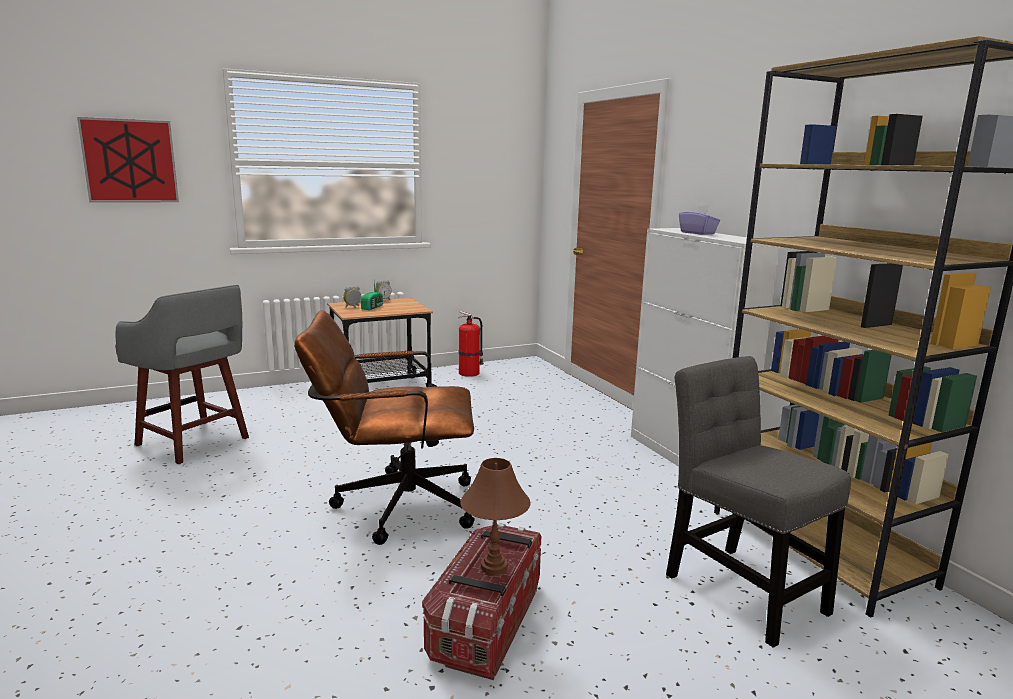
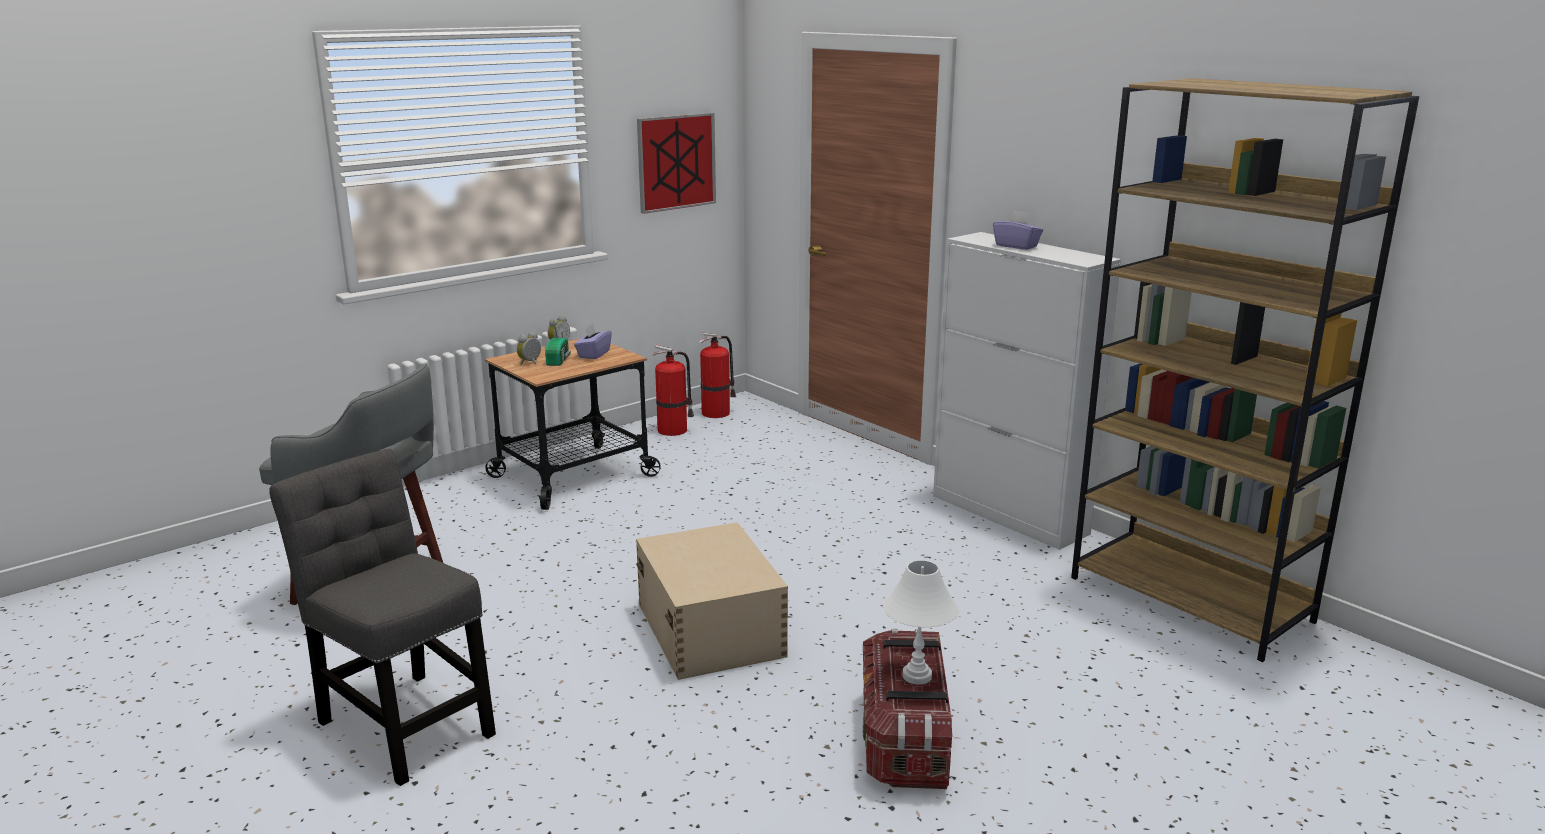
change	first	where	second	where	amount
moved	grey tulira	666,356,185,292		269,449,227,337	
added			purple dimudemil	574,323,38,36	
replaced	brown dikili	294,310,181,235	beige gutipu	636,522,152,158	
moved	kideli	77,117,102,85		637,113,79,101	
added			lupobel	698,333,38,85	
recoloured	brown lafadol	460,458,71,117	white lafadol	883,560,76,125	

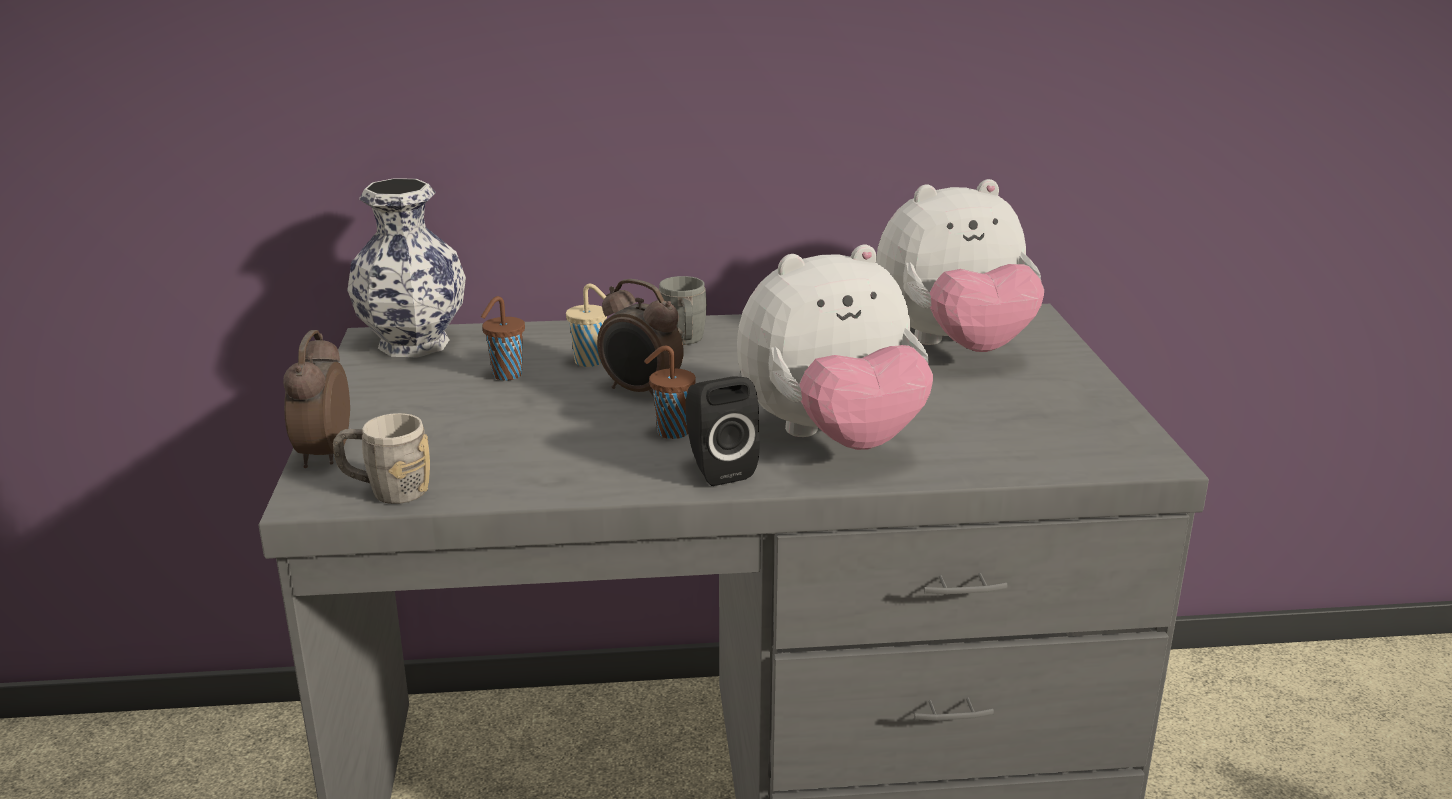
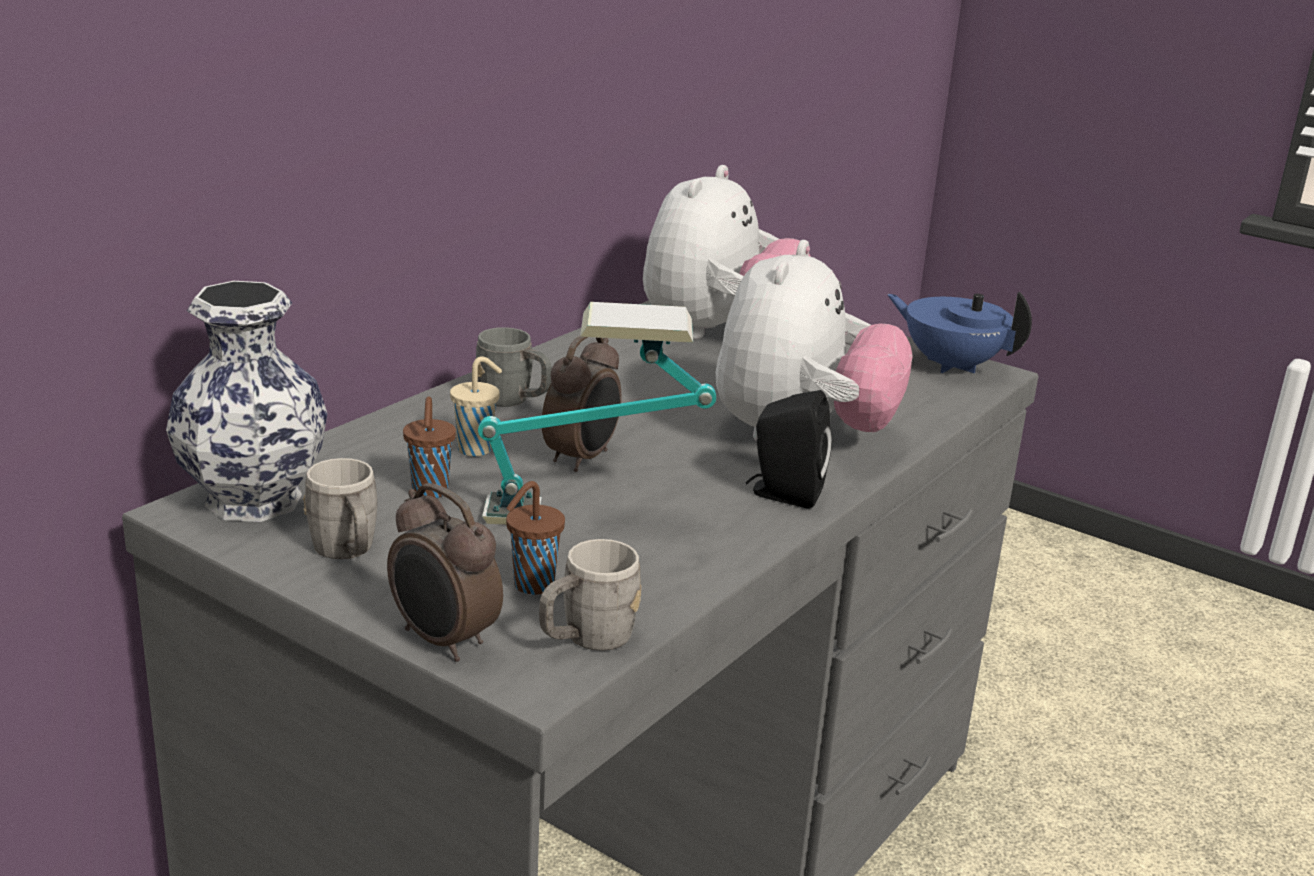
change	first	where	second	where	amount
added			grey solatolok	303,458,74,101	
added			lafadol	478,302,238,223	
moved	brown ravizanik	644,346,52,93		506,481,59,114	
turned	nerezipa	597,279,87,118		542,335,80,137	45 degrees counterclockwise
added			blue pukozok	887,292,145,81	

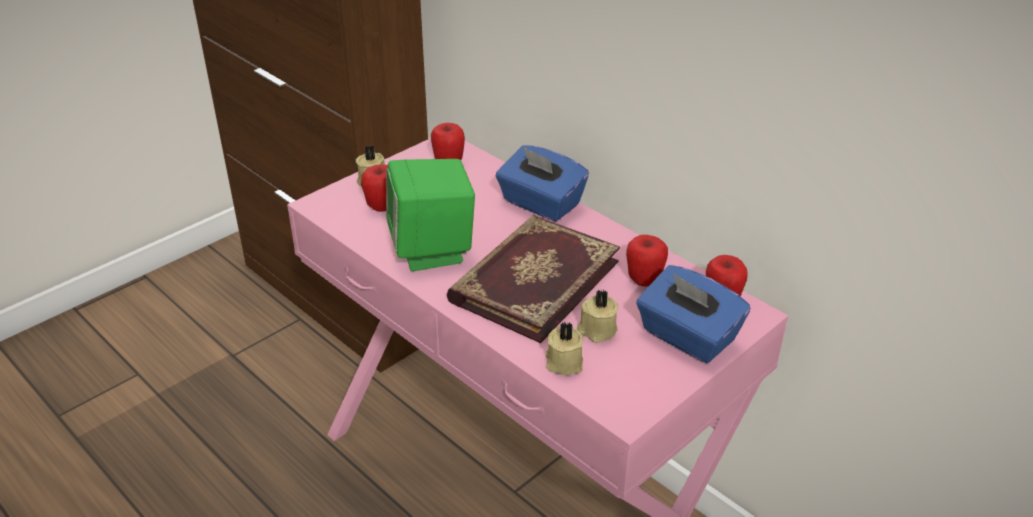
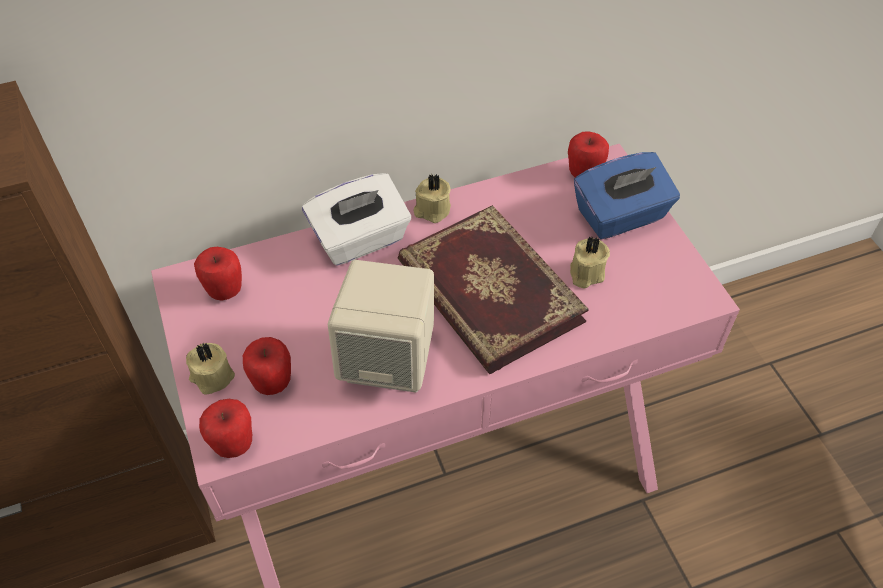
change	first	where	second	where	amount
moved	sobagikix	626,235,42,52		199,399,53,59	
recoloured	blue dimudemil	496,145,93,77	white dimudemil	302,173,109,93	
recoloured	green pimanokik	386,159,89,112	beige pimanokik	328,260,106,132	
moved	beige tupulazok	545,321,38,54		413,174,38,49	

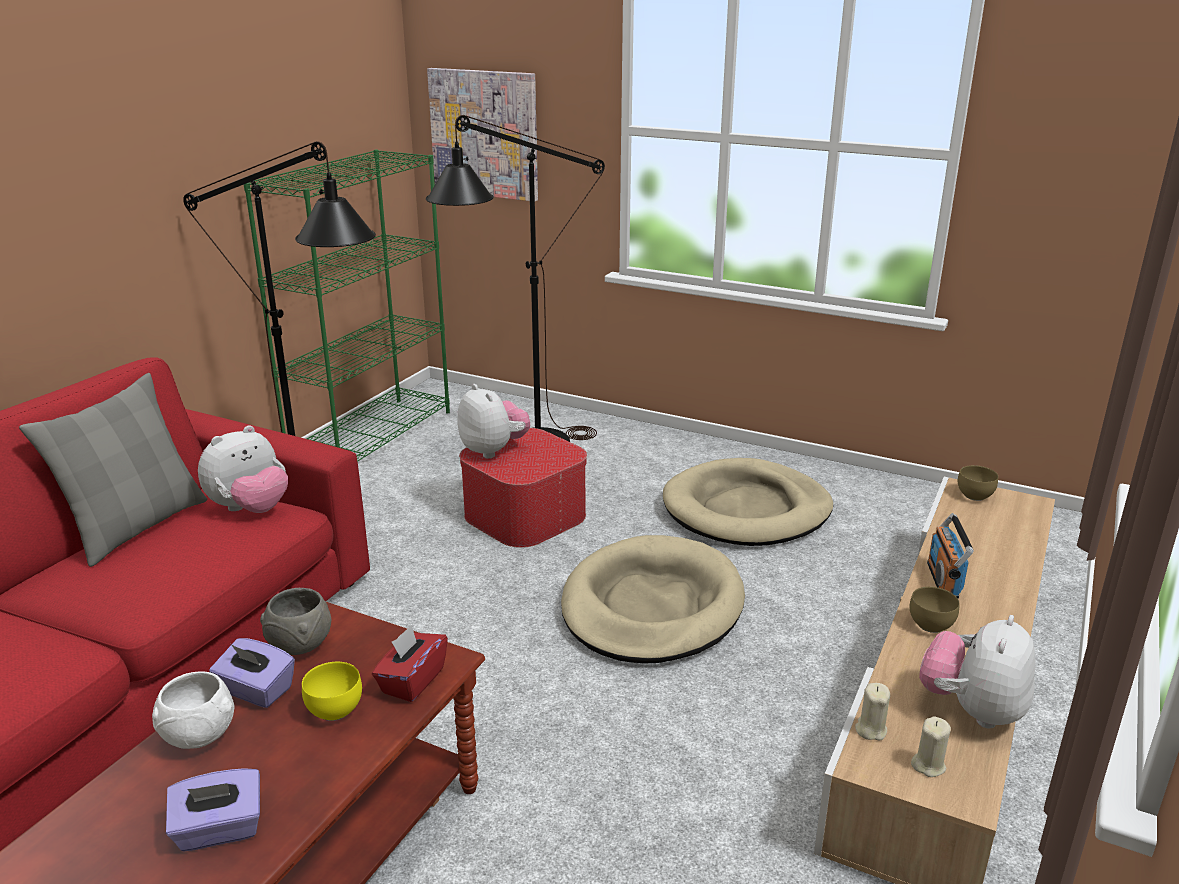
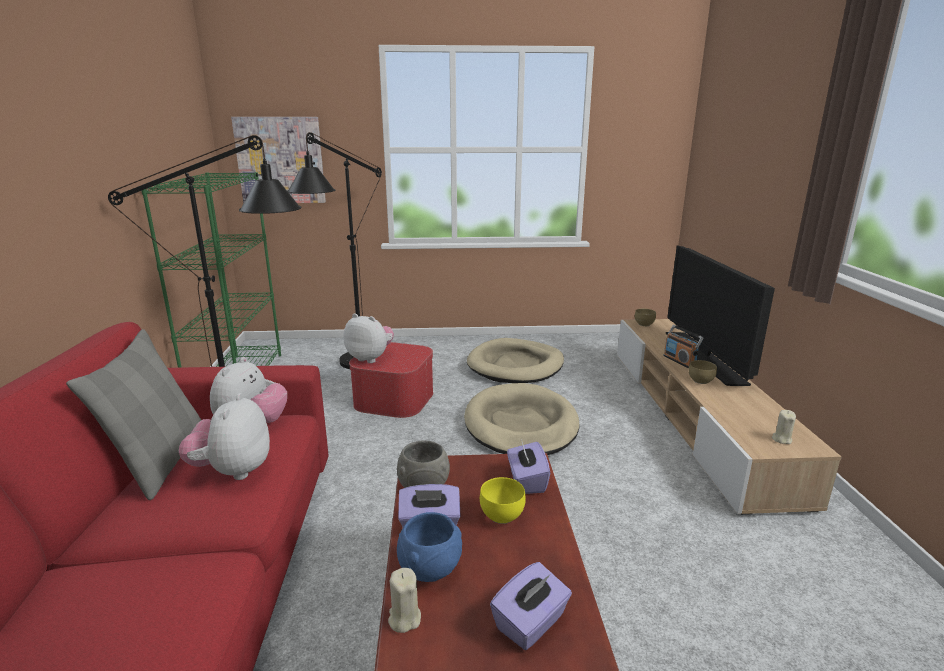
change	first	where	second	where	amount
moved	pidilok	919,615,117,113		179,393,91,87	
moved	beige tupulazok	855,683,35,57		388,568,33,65	
recoloured	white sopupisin	152,671,83,78	blue sopupisin	397,512,65,70	
recoloured	red dimudemil	372,625,76,77	purple dimudemil	507,439,43,55	
added			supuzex	666,245,109,141	

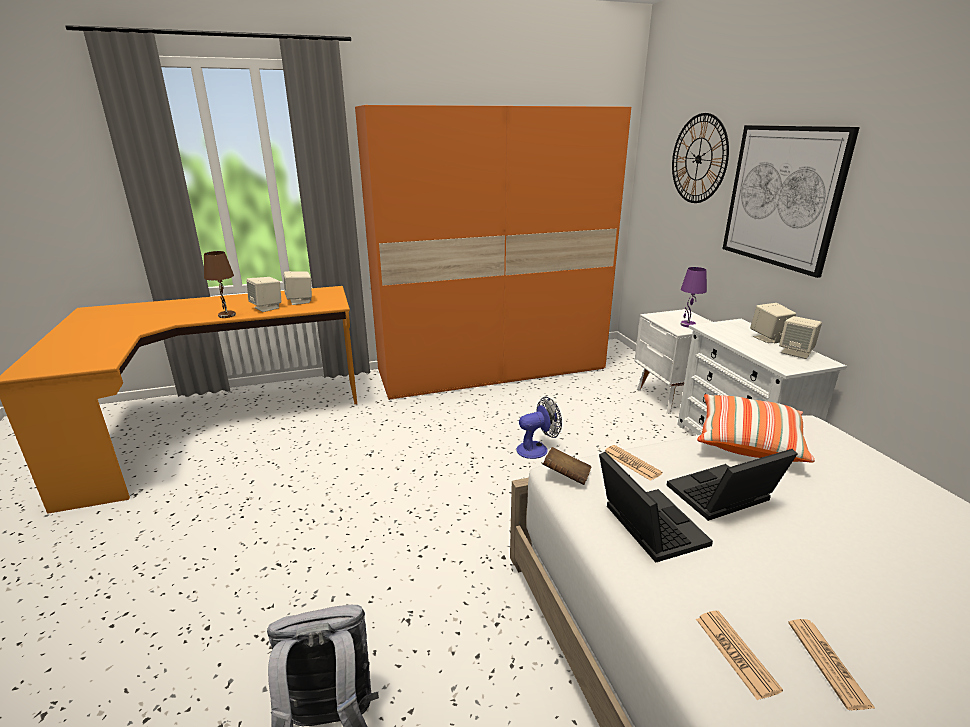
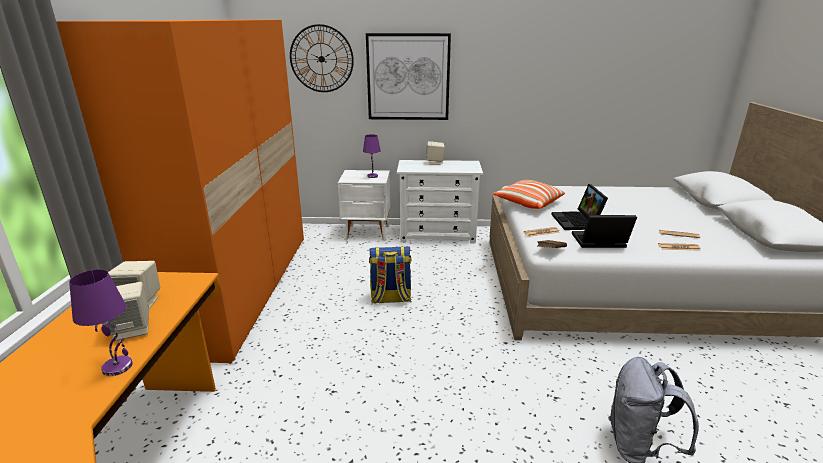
change	first	where	second	where	amount
recoloured	brown lafadol	204,251,32,67	purple lafadol	69,269,64,107	
replaced	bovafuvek	516,397,46,62	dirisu	369,246,43,58	
removed	beige pimanokik	779,316,43,43			

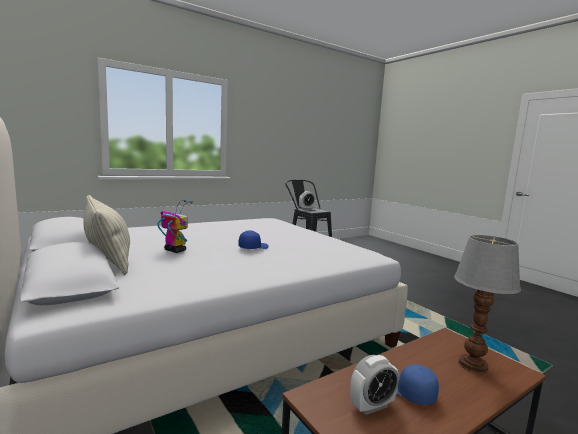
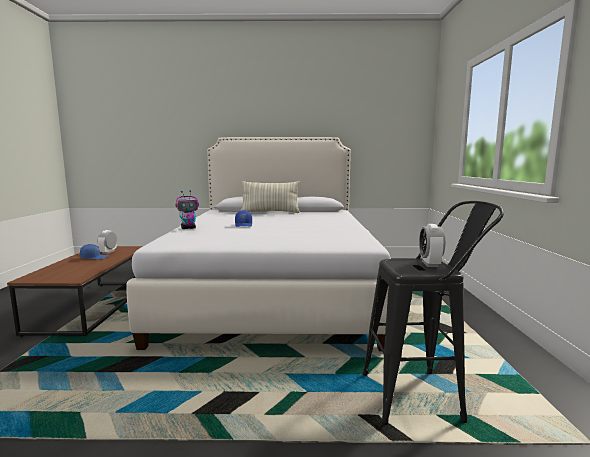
change	first	where	second	where	amount
moved	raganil	158,200,35,53		175,190,24,39	
removed	lafadol	454,235,67,139			

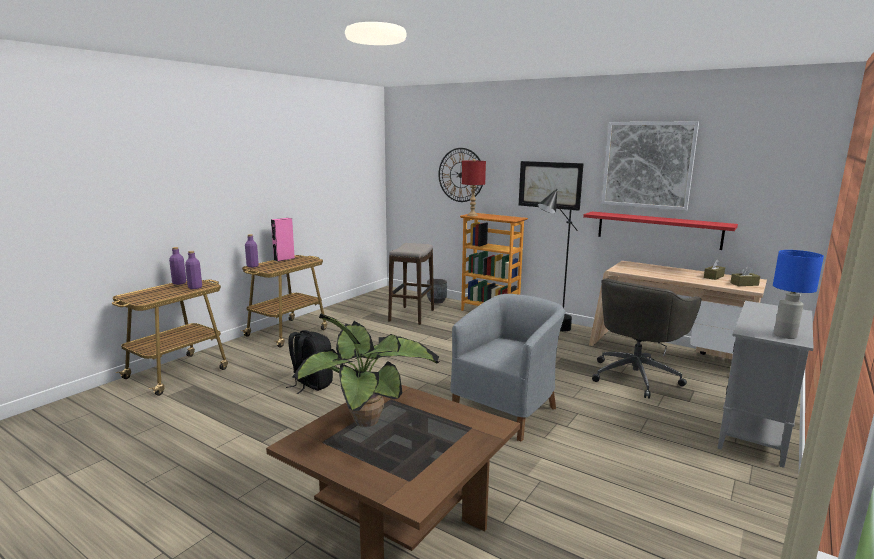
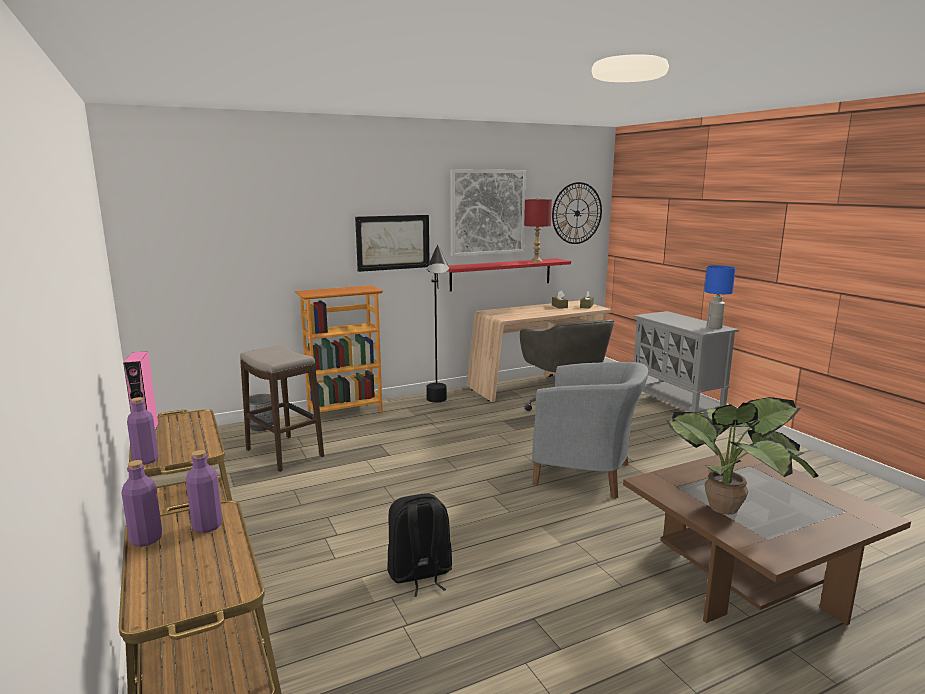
change	first	where	second	where	amount
moved	red lafadol	462,159,24,57		524,197,28,65	
turned	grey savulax	450,294,115,147		532,362,116,137	135 degrees clockwise
moved	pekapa	438,148,45,54		552,182,50,62	

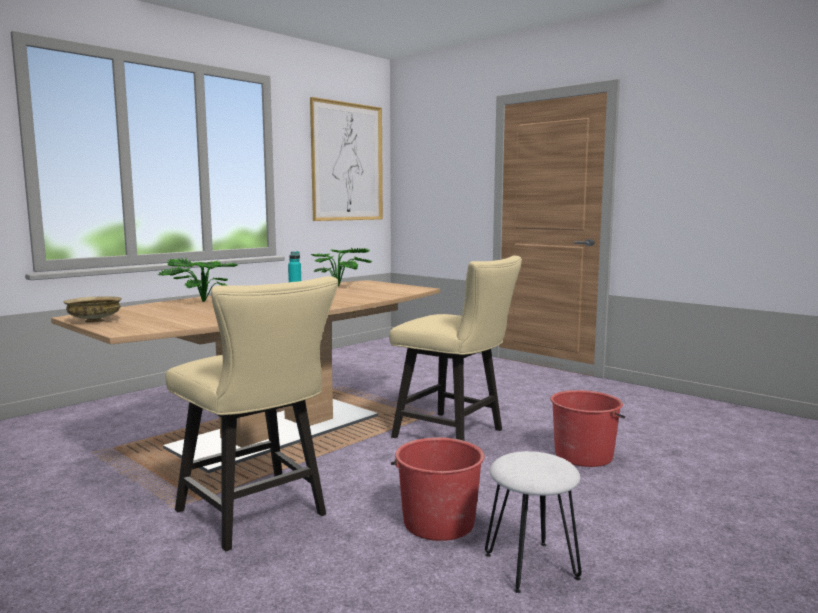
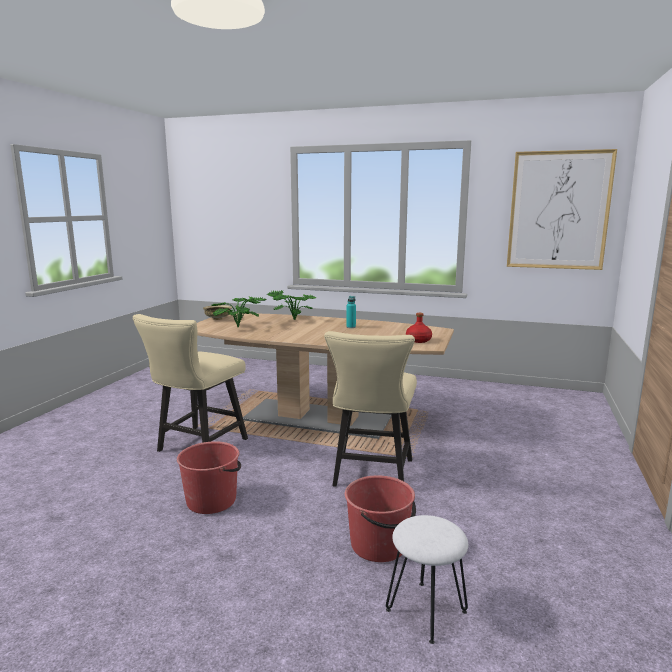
change	first	where	second	where	amount
moved	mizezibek	312,248,60,38		212,297,55,31	
moved	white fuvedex	485,451,97,142		386,515,82,129	
added			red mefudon	406,313,26,30	

